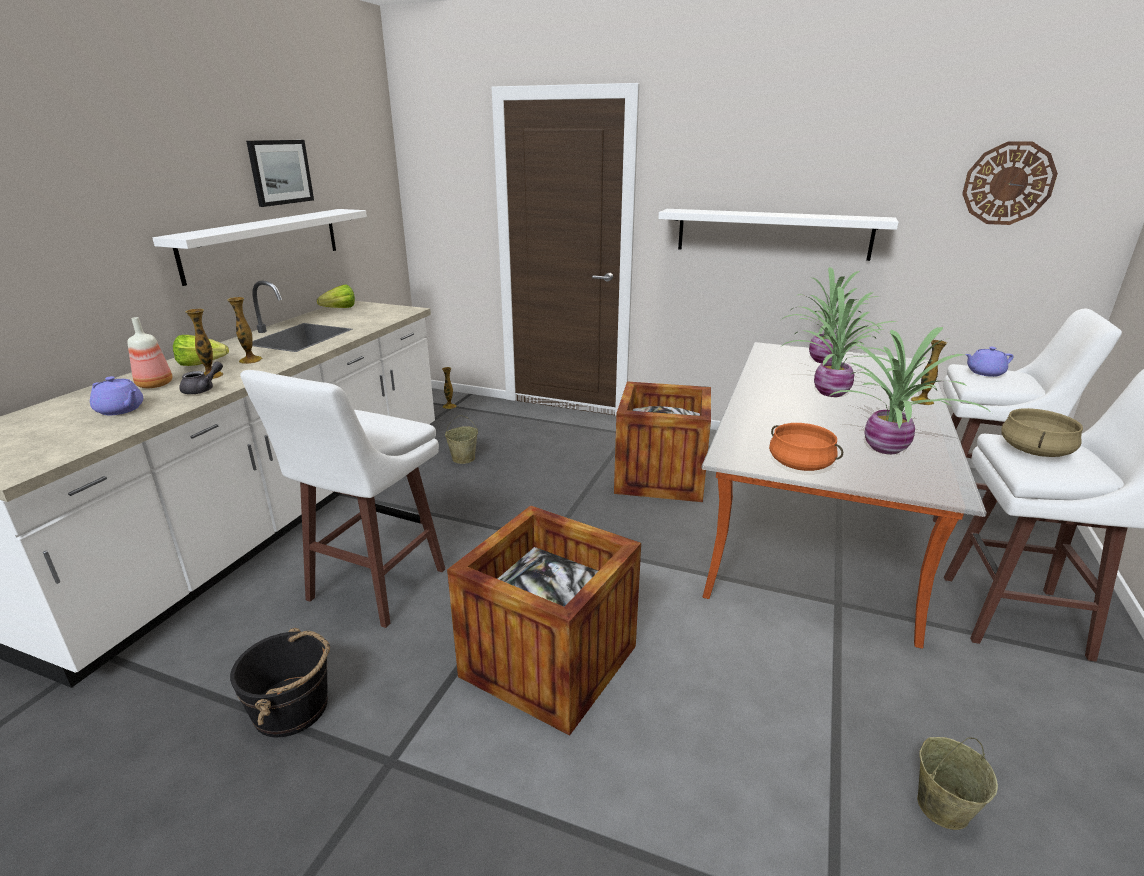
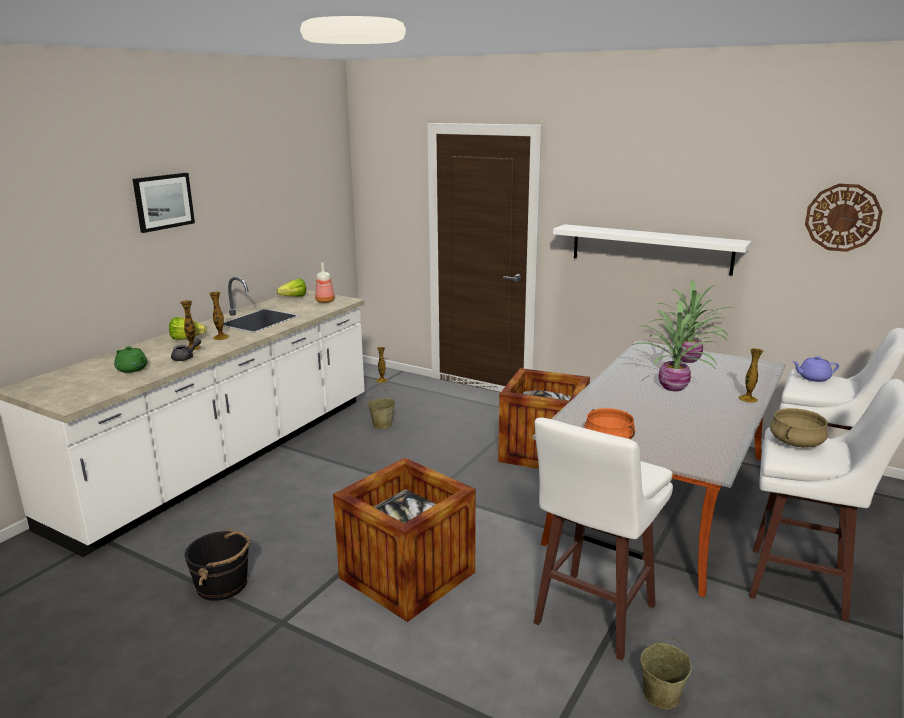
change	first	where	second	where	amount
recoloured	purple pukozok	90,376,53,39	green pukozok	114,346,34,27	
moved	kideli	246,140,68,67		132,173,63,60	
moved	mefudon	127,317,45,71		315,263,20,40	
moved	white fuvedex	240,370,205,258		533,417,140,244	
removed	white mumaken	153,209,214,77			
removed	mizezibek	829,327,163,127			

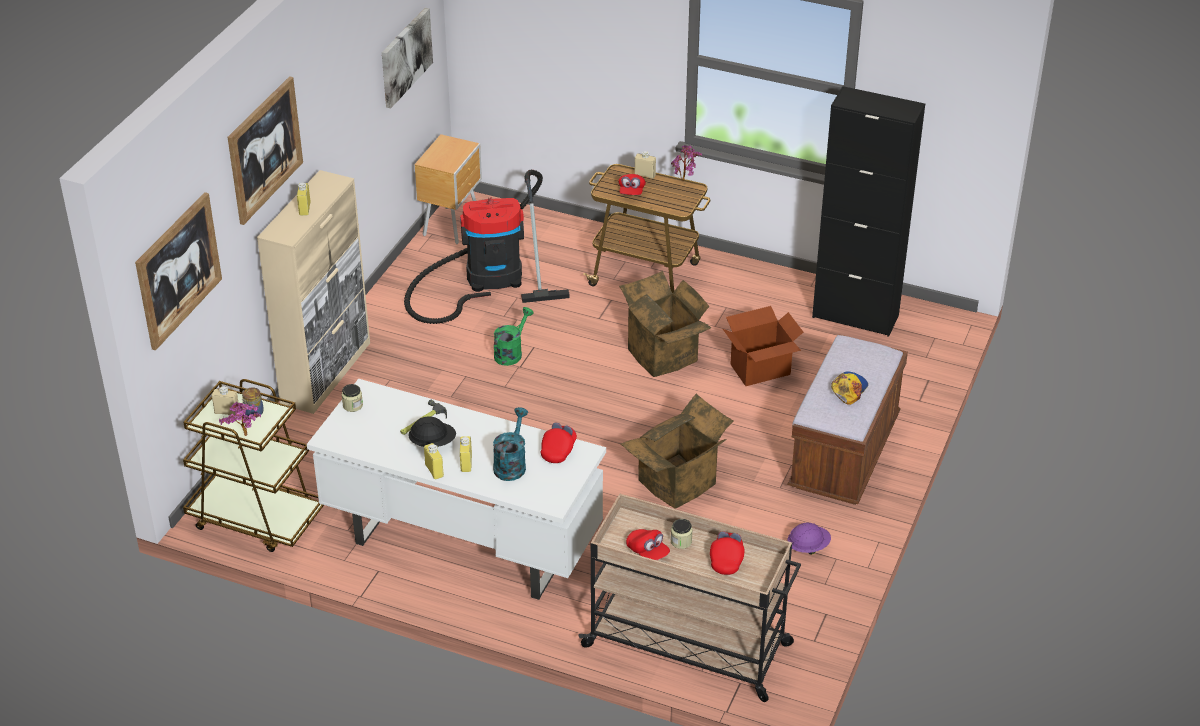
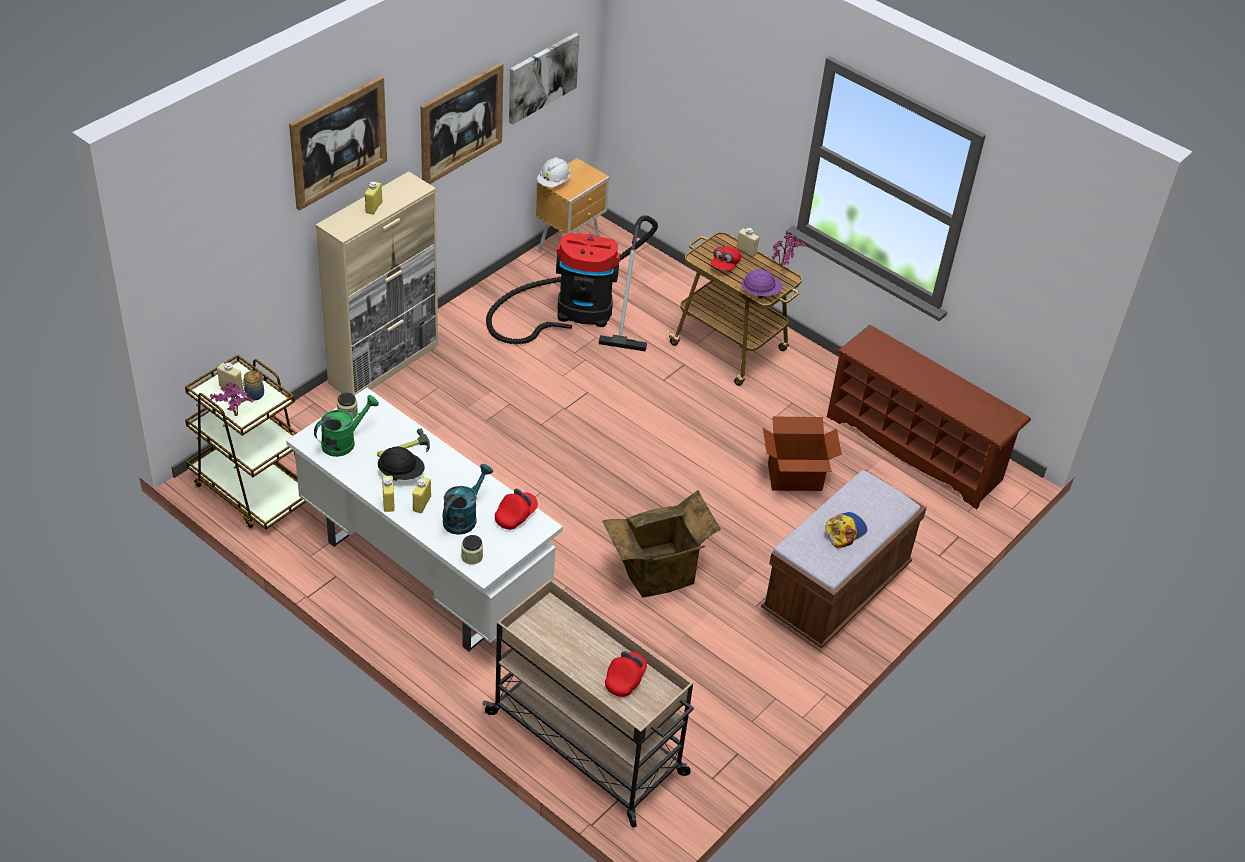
change	first	where	second	where	amount
moved	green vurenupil	494,307,40,59		314,395,65,62	
moved	kideli	135,192,87,158		420,62,83,122	
moved	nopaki	671,519,22,30		461,535,22,30	
added			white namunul	537,157,34,30	
moved	purple namunul	787,523,44,32		742,269,41,30	
replaced	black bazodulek	812,86,113,251	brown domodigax	827,325,204,184	
removed	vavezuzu	619,271,92,106			
removed	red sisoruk	626,529,44,31			

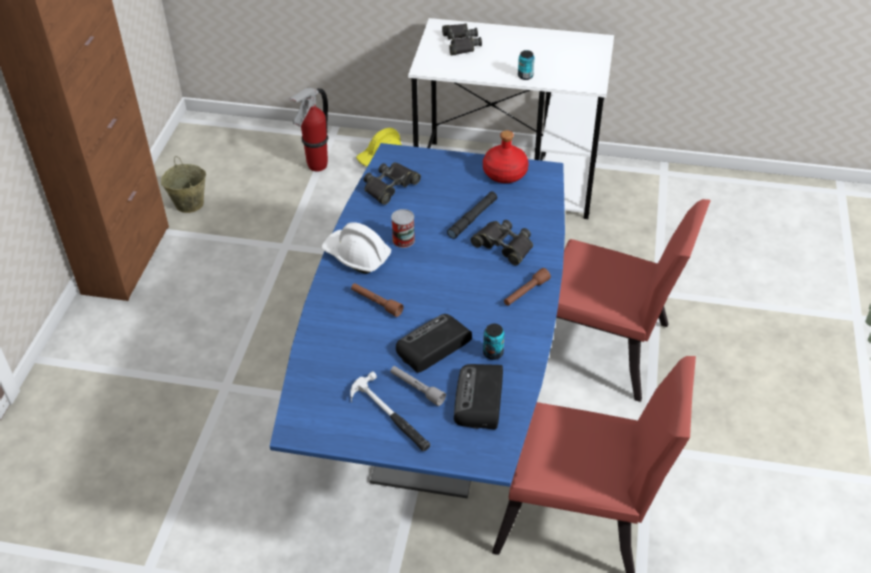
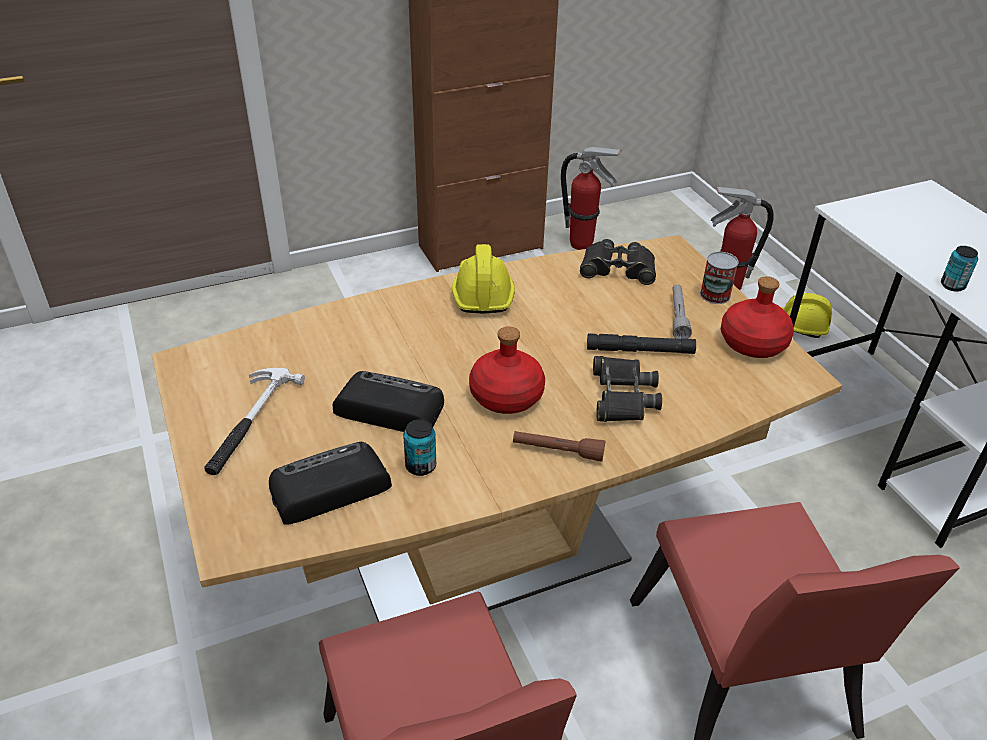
change	first	where	second	where	amount
recoloured	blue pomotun	270,143,295,355	brown pomotun	151,235,691,387	
recoloured	white namunul	322,222,69,52	yellow namunul	452,244,63,69	
added			red mefudon	469,326,76,88	
replaced	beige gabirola	161,156,45,57	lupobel	561,147,61,103	
moved	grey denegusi	390,366,56,40		672,284,20,55	
moved	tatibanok	391,209,24,39		700,252,39,52	
removed	brown denegusi	351,283,53,34			
removed	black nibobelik	442,24,40,32			

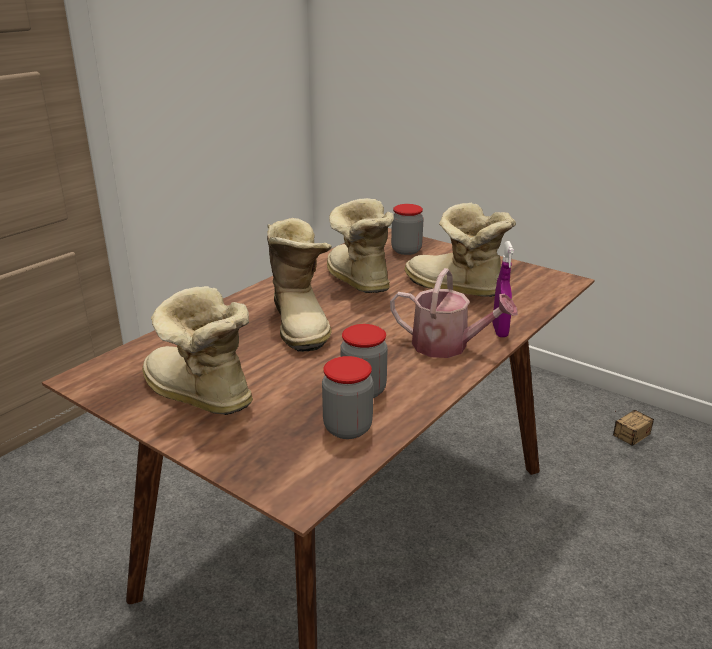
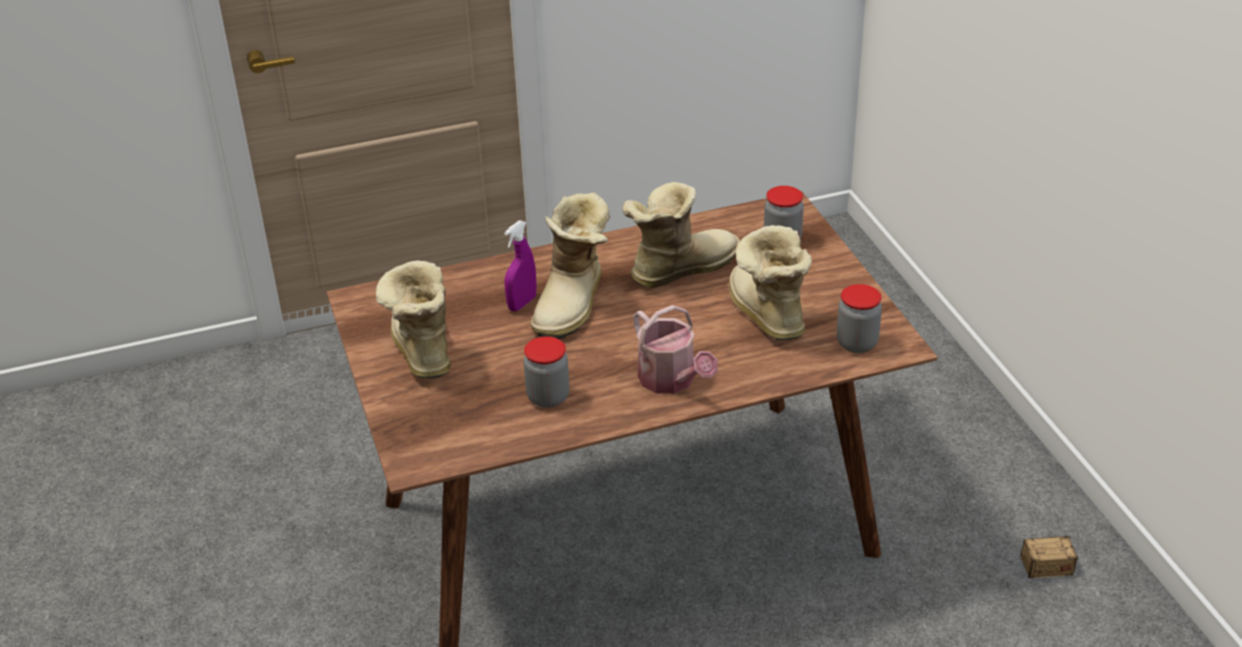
change	first	where	second	where	amount
moved	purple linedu	493,241,21,96		504,220,33,91	
turned	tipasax	327,198,67,95		622,182,118,106	45 degrees clockwise
moved	nopaki	322,356,51,83		837,284,45,69	

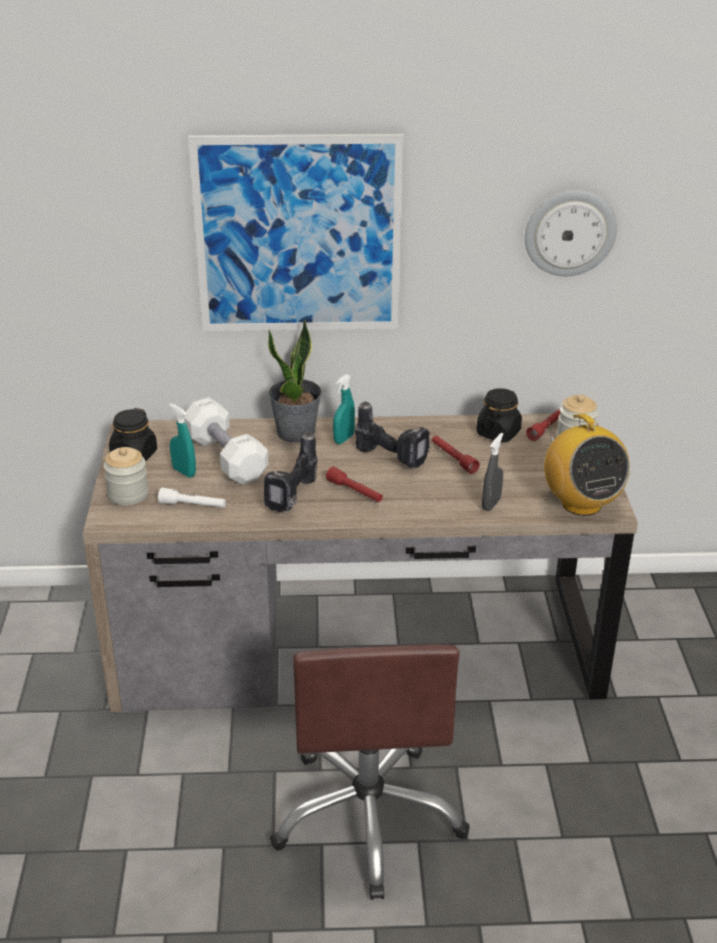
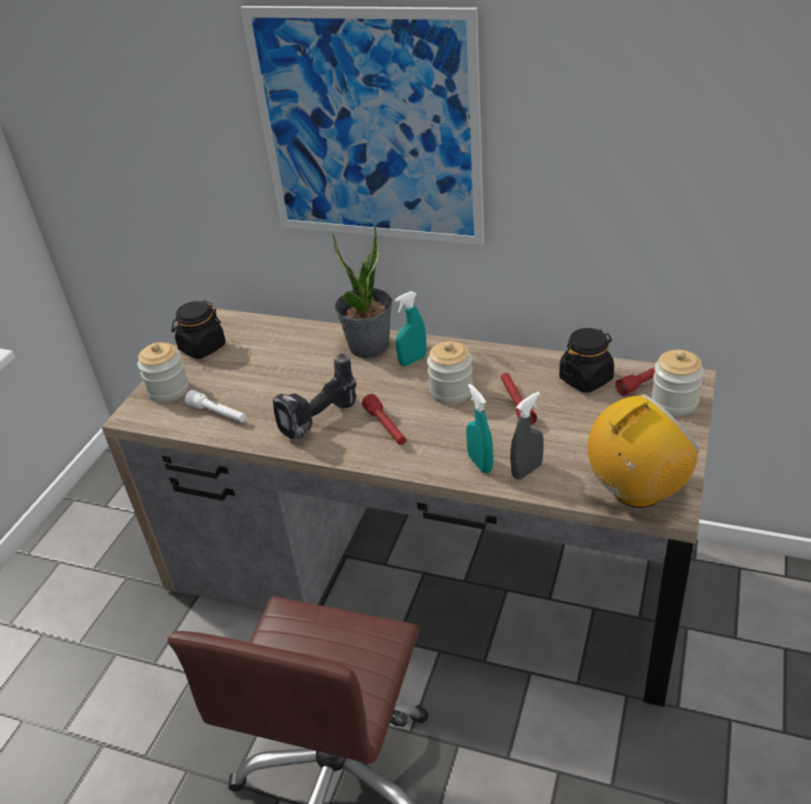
change	first	where	second	where	amount
replaced	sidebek	355,401,76,67	nopaki	427,341,46,63	
moved	turquoise linedu	169,403,27,75		466,384,27,89	
turned	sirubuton	544,414,86,102		588,394,111,114	120 degrees counterclockwise
removed	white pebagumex	184,397,85,87			
removed	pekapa	525,190,92,86			

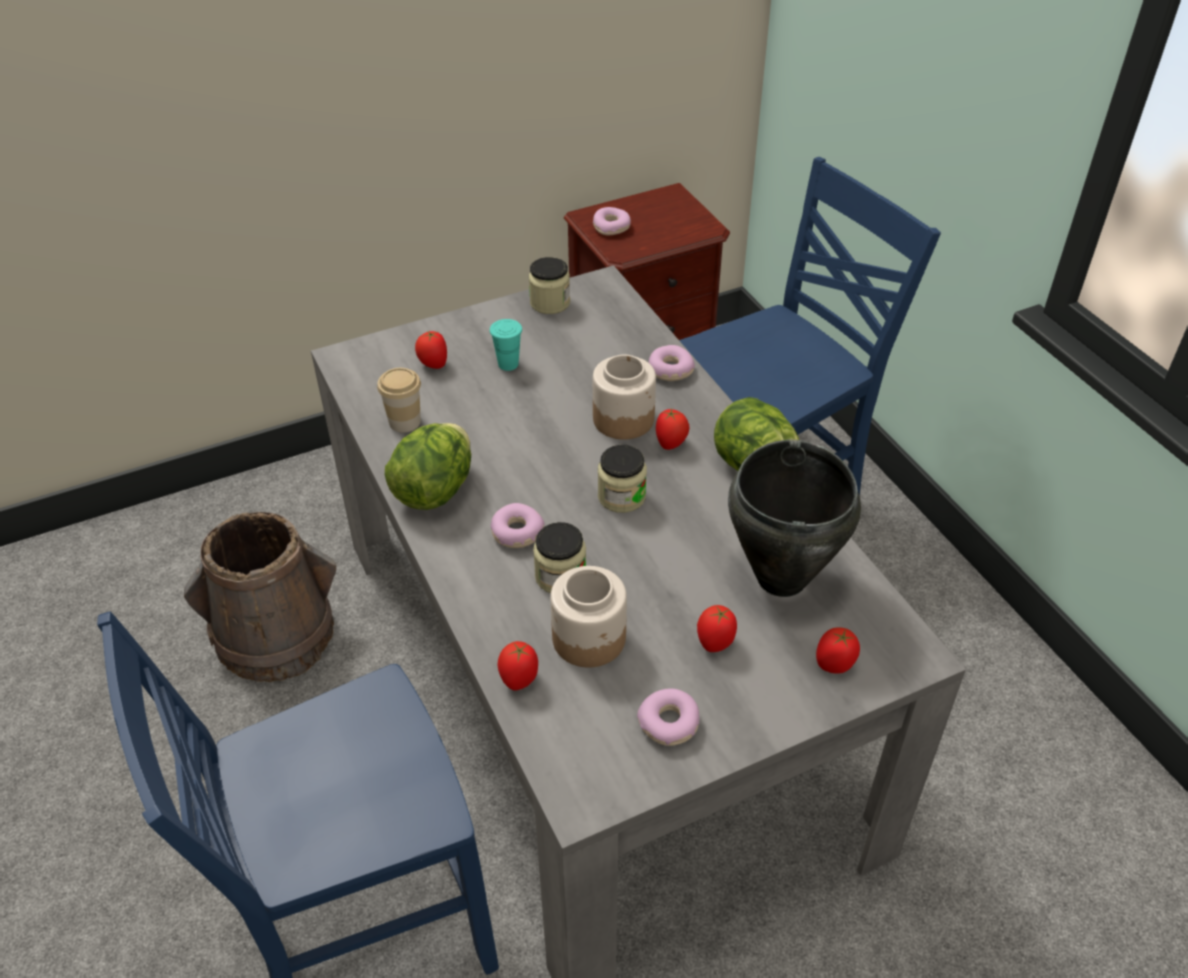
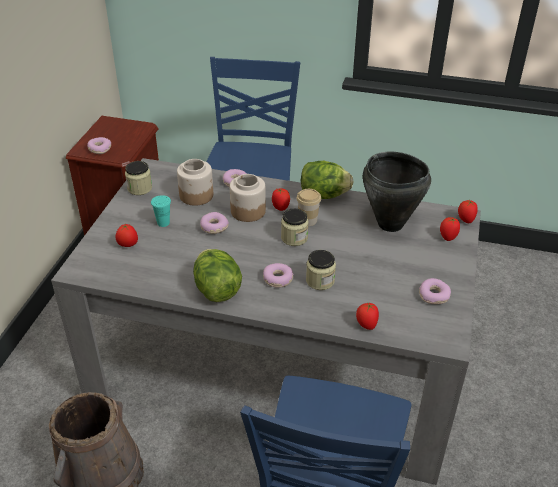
change	first	where	second	where	amount
moved	nopaki	550,566,77,102		177,159,36,47	
added			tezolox	200,212,29,22	
moved	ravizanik	377,368,44,64		296,189,25,37	
moved	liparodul	697,605,40,47		458,199,20,24	

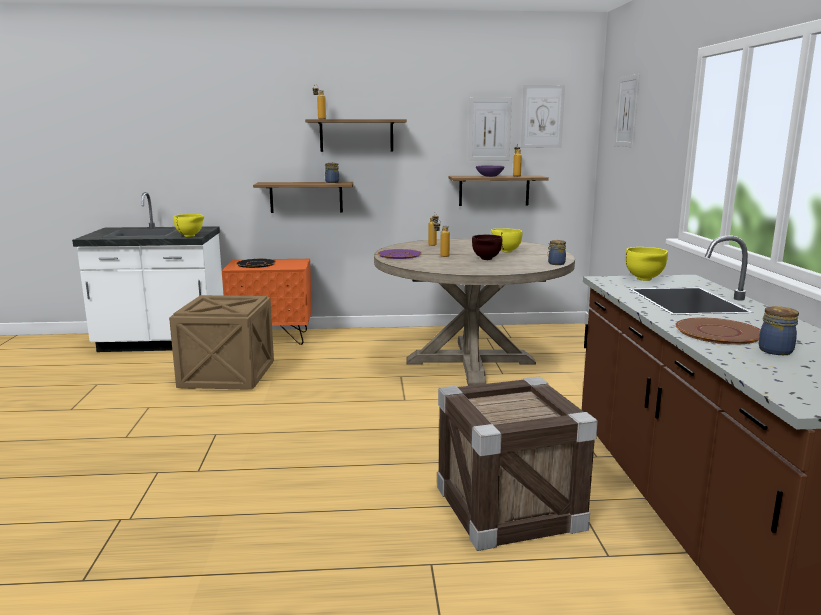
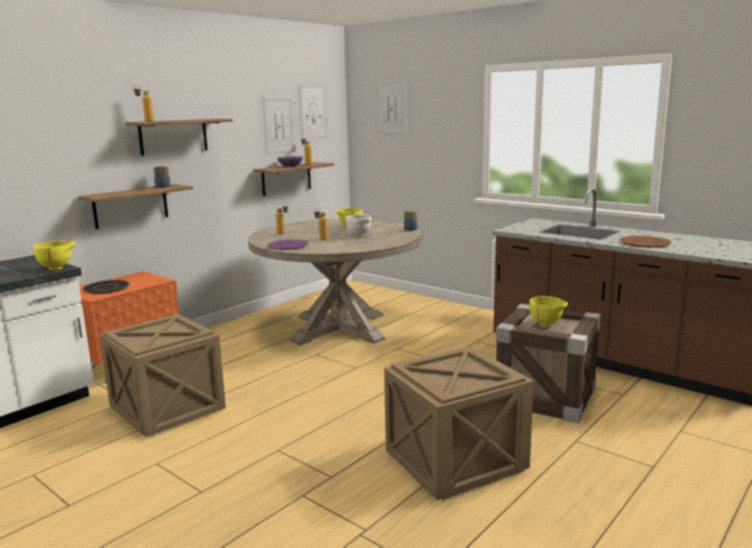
change	first	where	second	where	amount
recoloured	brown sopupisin	472,235,30,25	white sopupisin	346,215,25,21	
added			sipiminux	384,347,150,154	
moved	yellow sopupisin	625,247,43,34		529,296,39,31	
removed	nopaki	759,306,40,49			

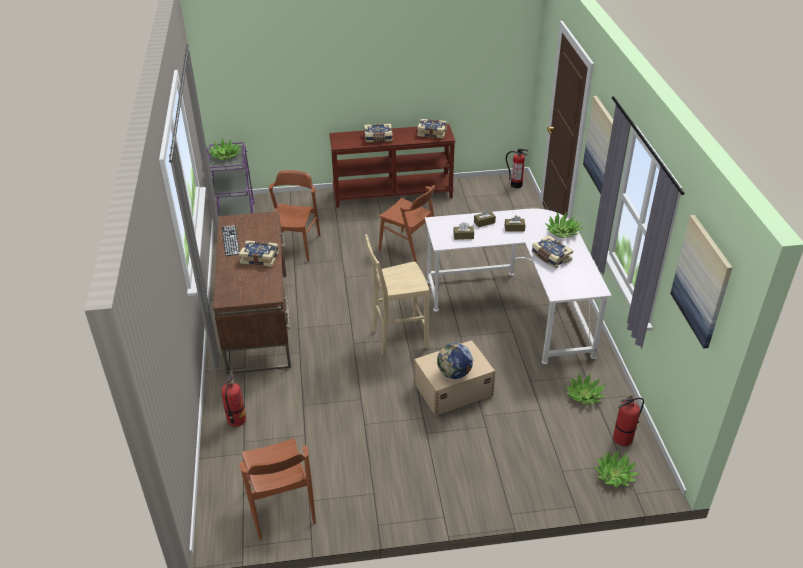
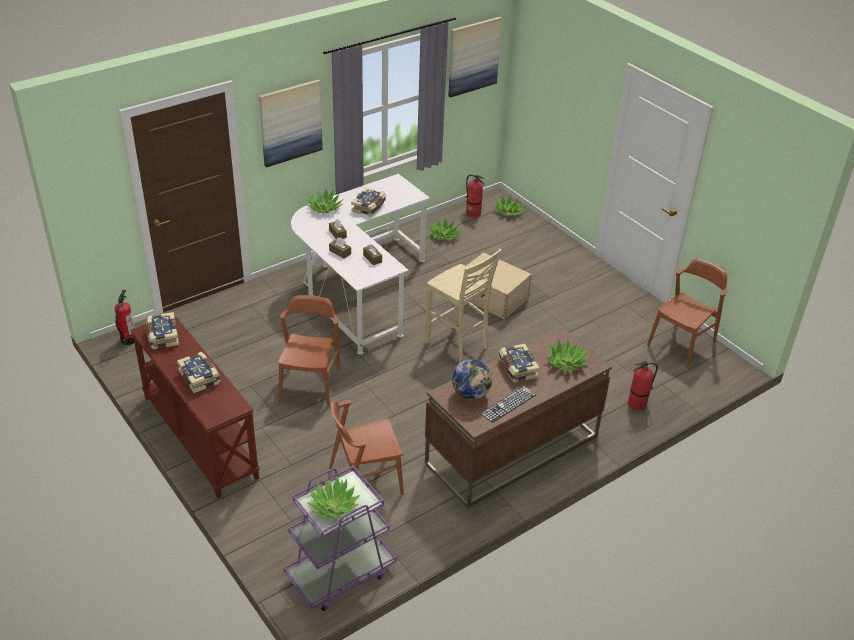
change	first	where	second	where	amount
moved	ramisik	437,343,36,36		452,359,40,41	
added			mizezibek	546,339,44,32	

